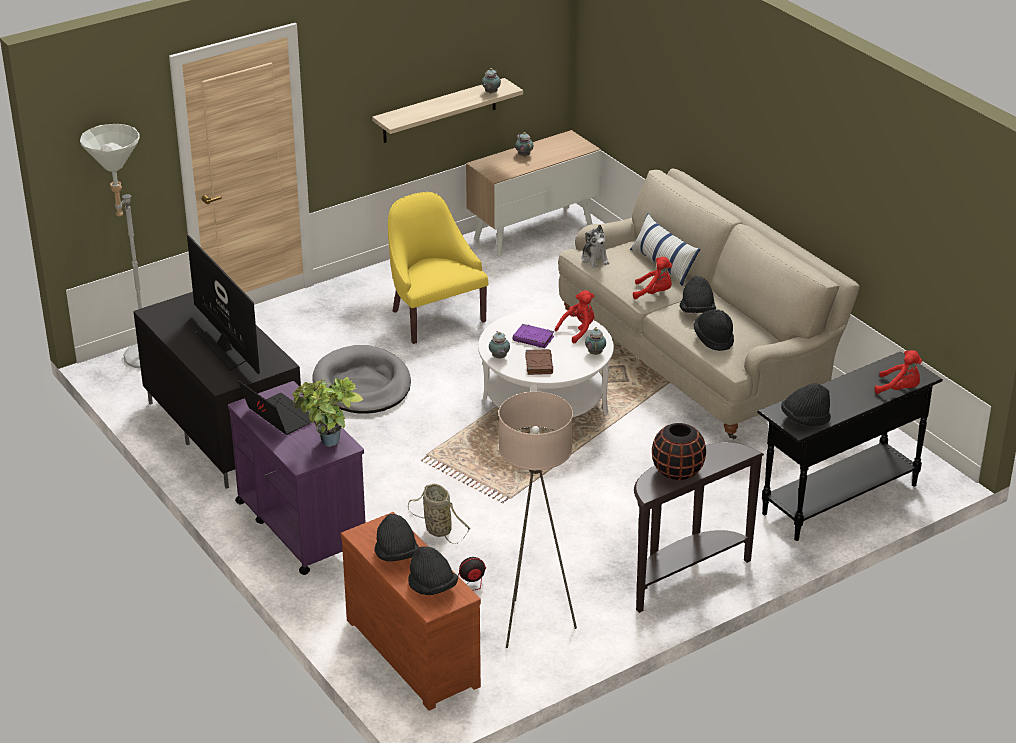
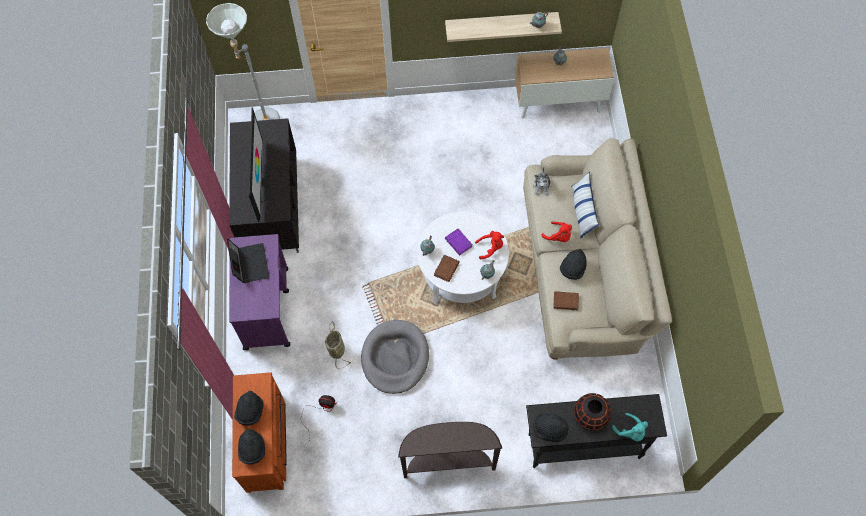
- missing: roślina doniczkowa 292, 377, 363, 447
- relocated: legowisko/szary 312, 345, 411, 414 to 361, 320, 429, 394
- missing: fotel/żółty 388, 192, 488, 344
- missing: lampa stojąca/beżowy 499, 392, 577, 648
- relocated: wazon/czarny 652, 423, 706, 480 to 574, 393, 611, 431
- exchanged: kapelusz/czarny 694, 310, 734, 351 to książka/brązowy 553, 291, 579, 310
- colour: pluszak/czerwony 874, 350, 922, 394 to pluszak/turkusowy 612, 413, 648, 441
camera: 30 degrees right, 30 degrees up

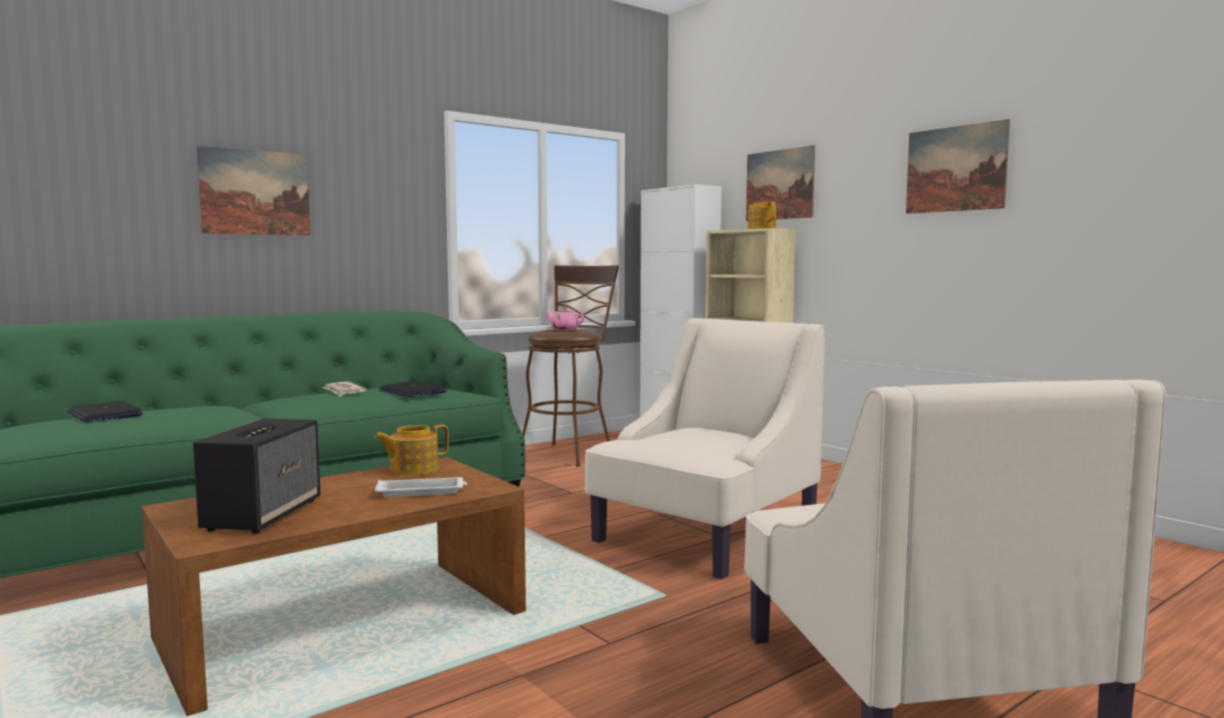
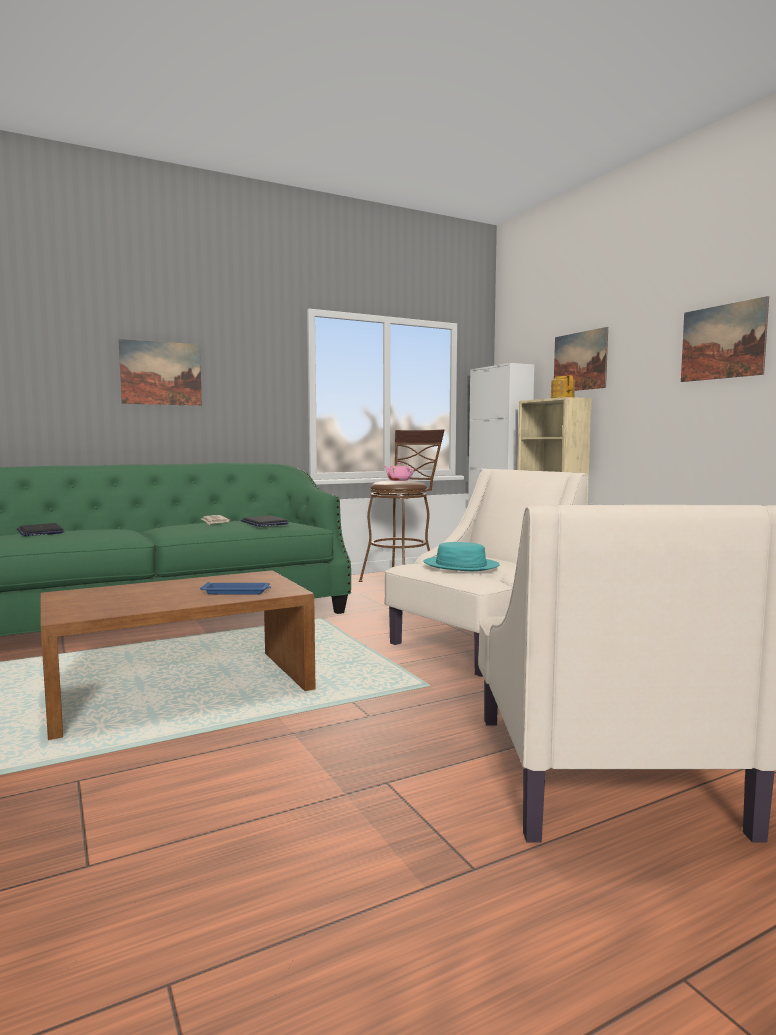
- missing: głośnik 193, 418, 320, 534
- missing: imbryk 374, 424, 449, 476
- colour: taca/biały 375, 477, 467, 497 to taca/niebieski 200, 582, 271, 594
- appeared: kapelusz/turkusowy 424, 542, 500, 571
camera: 10 degrees right, 0 degrees up

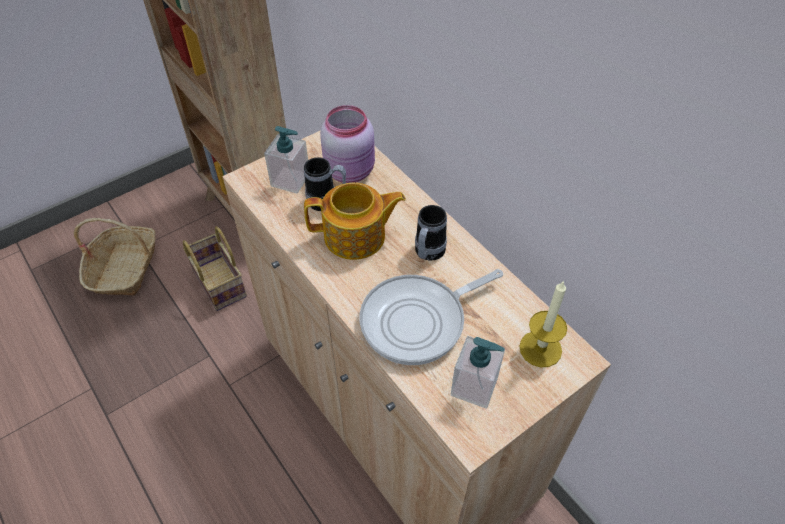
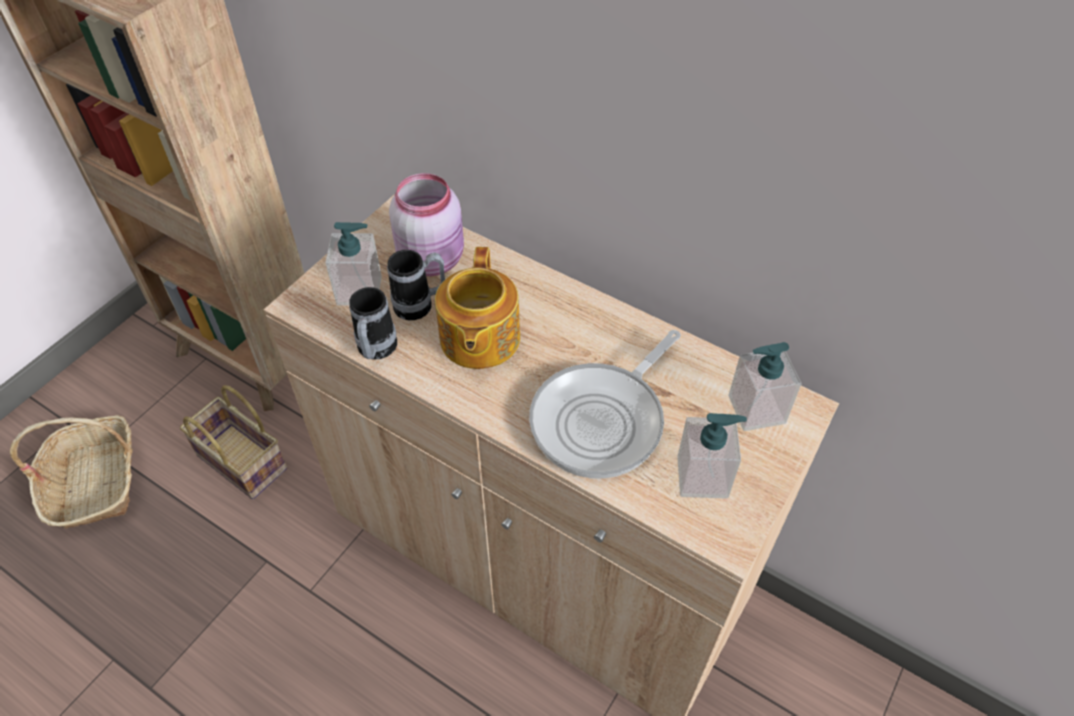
- spun: imbryk 304, 183, 406, 260 = 435, 247, 520, 369 120 degrees clockwise
- relocated: kubek 415, 205, 447, 261 to 349, 287, 397, 360
- exchanged: świeca 519, 280, 567, 367 to dozownik mydła 728, 342, 801, 431
camera: 20 degrees left, 0 degrees up

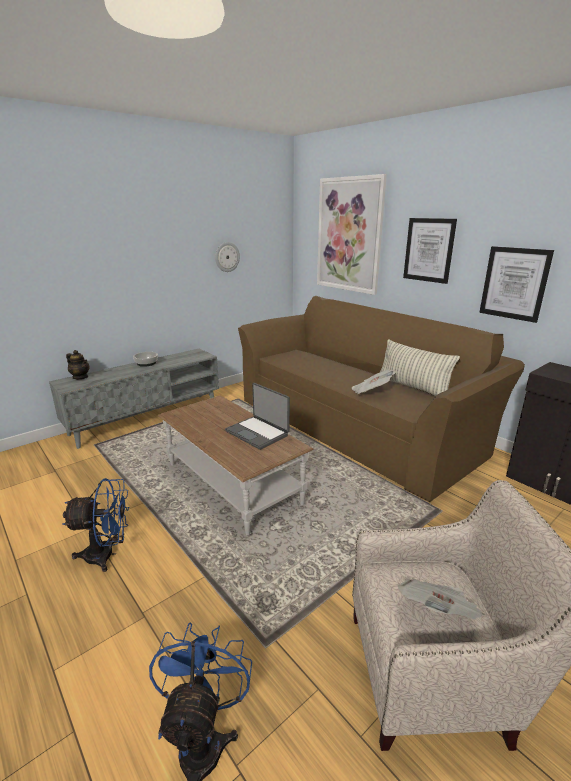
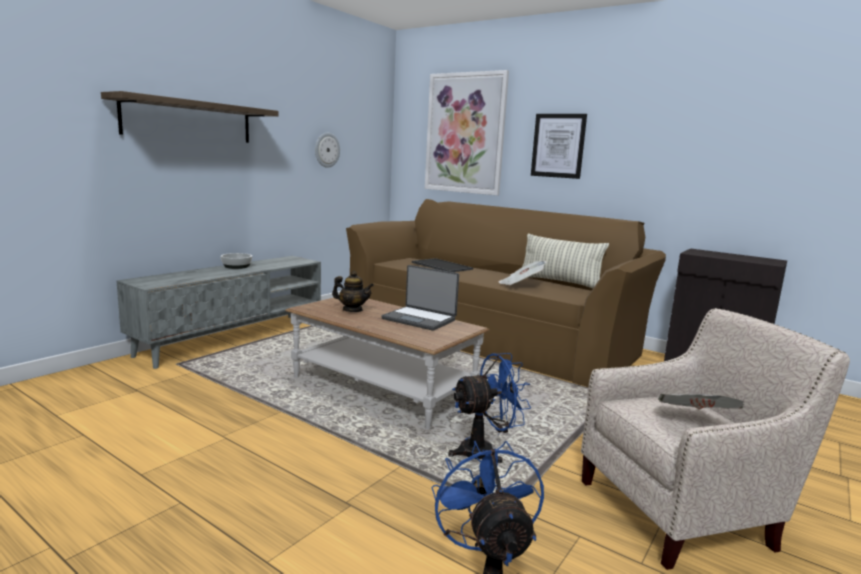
- relocated: wentylator/niebieski 62, 478, 130, 572 to 448, 353, 531, 463
- relocated: imbryk 66, 350, 90, 379 to 332, 271, 374, 312
- missing: obraz 479, 246, 554, 323
- appeared: półka 101, 91, 278, 143
- appeared: taca 412, 258, 473, 272
camera: 15 degrees left, 10 degrees down

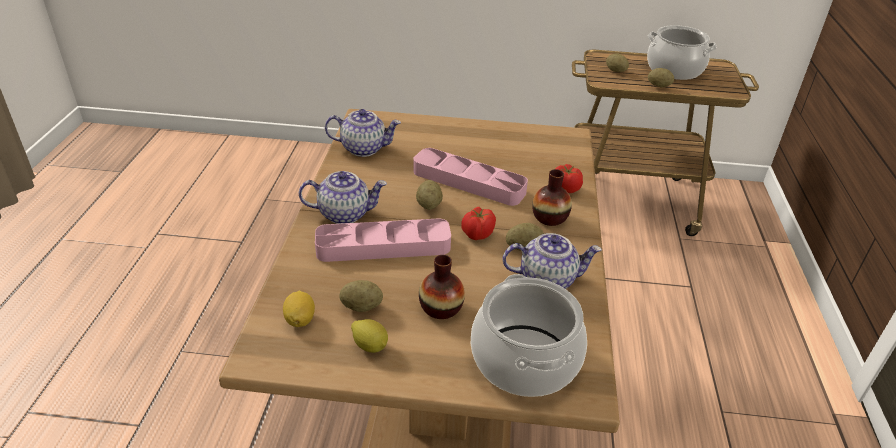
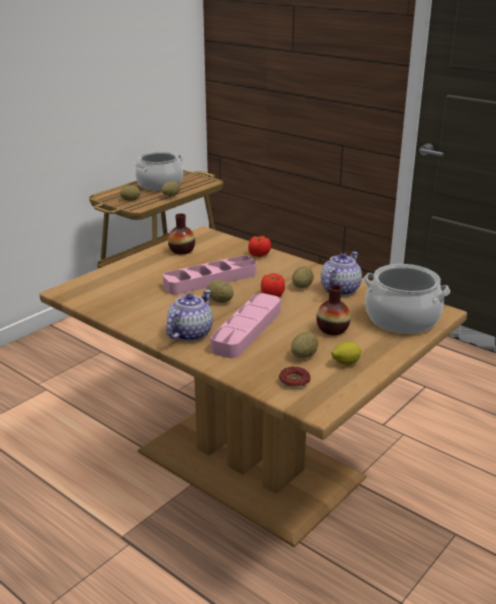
- exchanged: cytryna 283, 291, 315, 327 to donut 279, 367, 311, 389
- missing: imbryk 325, 109, 401, 157
- relocated: wazon 532, 169, 572, 226 to 168, 213, 195, 255
camera: 55 degrees left, 10 degrees down

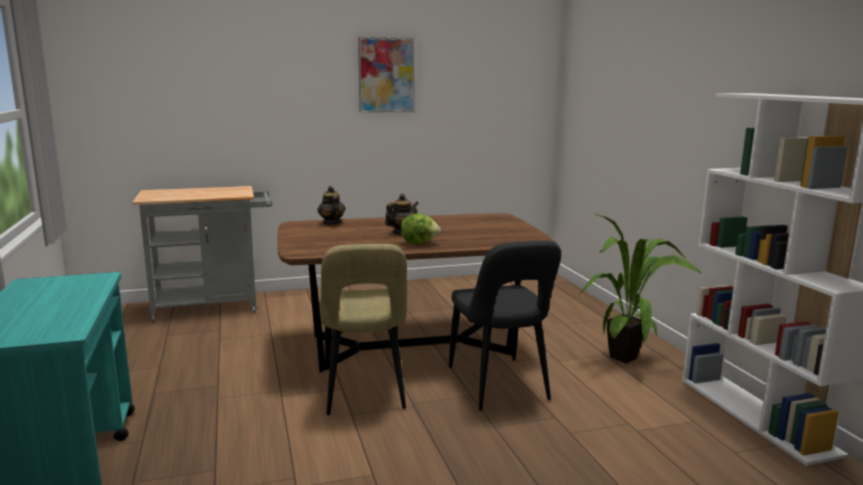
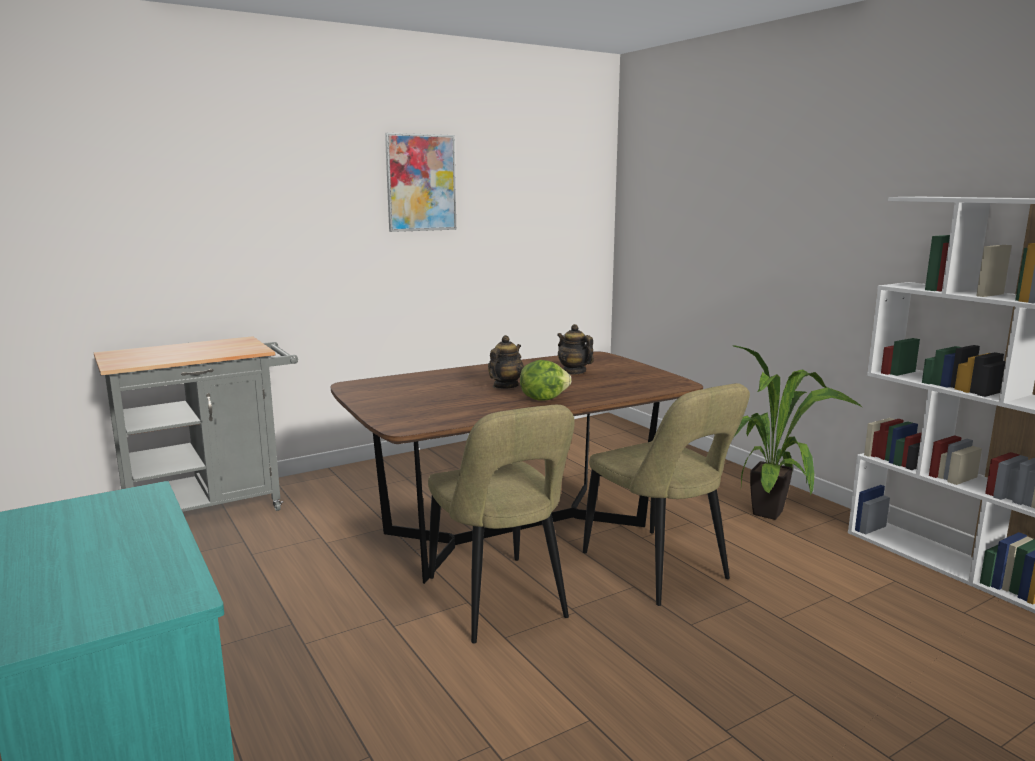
- relocated: imbryk 317, 186, 345, 225 to 557, 324, 594, 375
- colour: krzesło/czarny 449, 240, 561, 411 to krzesło/beżowy 583, 383, 750, 606
camera: 15 degrees left, 0 degrees up

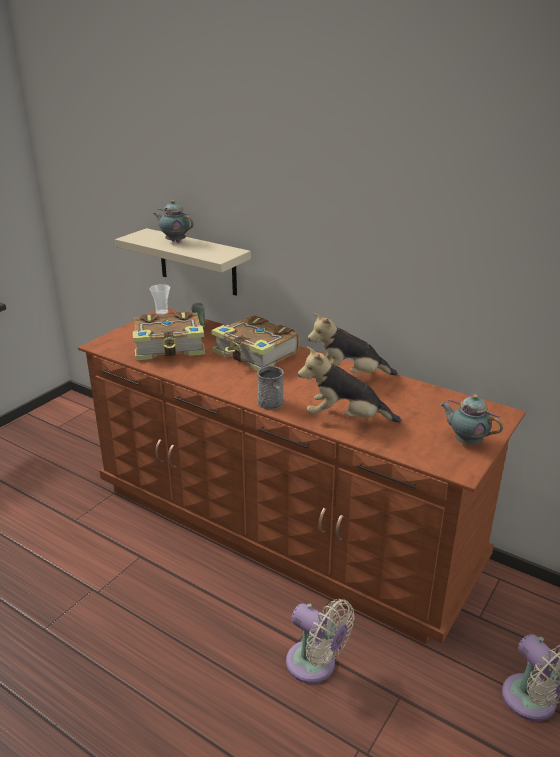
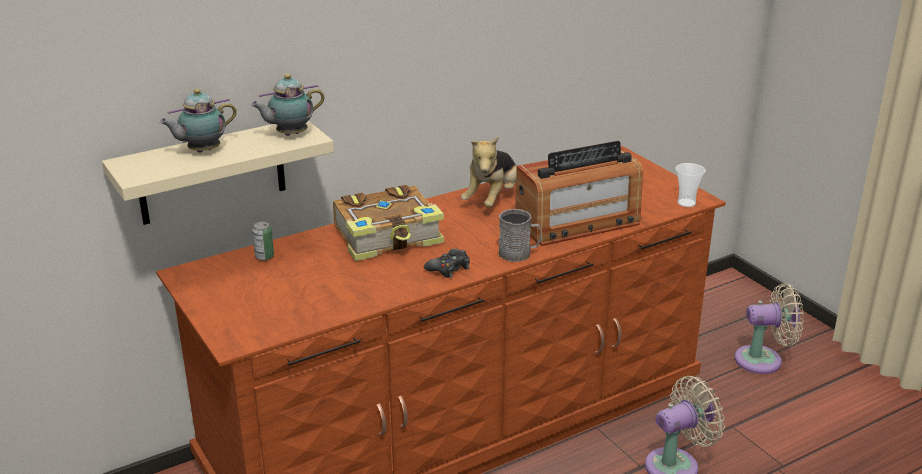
- missing: książka 133, 311, 205, 361
- relocated: filiżanka 150, 284, 170, 315 to 676, 163, 706, 207
- exchanged: pluszak 298, 346, 401, 423 to radio 516, 141, 643, 246
- relocated: imbryk 440, 394, 503, 445 to 251, 74, 324, 136
- appeared: pad do gier/czarny 424, 249, 470, 278
camera: 65 degrees left, 0 degrees up

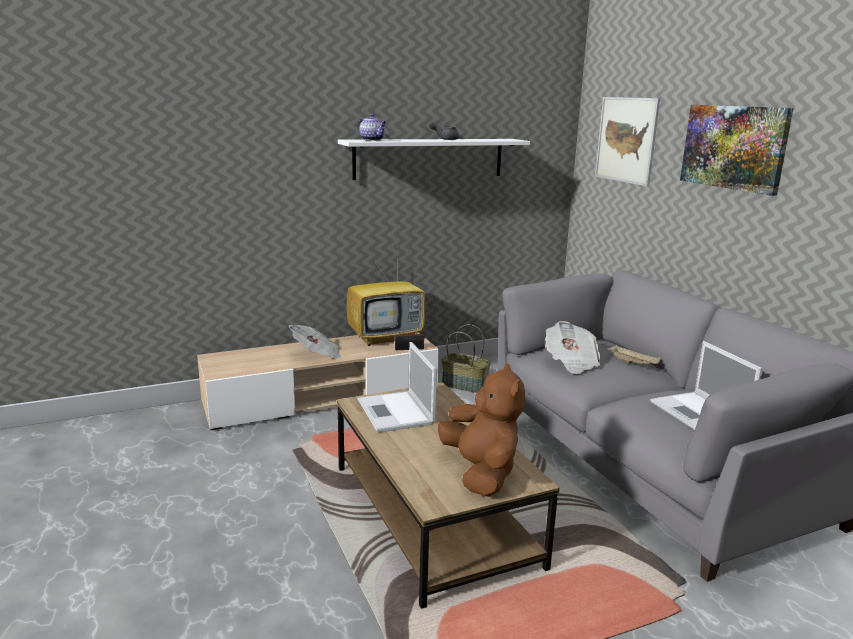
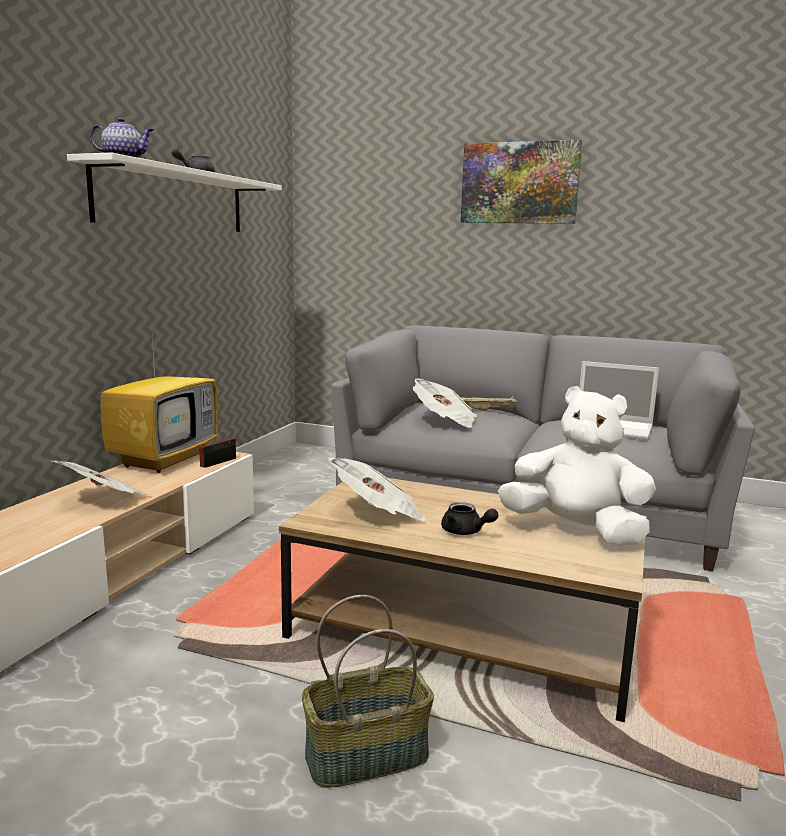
- exchanged: laptop 357, 342, 437, 433 to gazeta 328, 457, 427, 521
- colour: pluszak/brązowy 438, 363, 525, 497 to pluszak/biały 498, 386, 656, 546
- relocated: koszyk 441, 324, 491, 393 to 302, 595, 434, 788
- missing: obraz 595, 97, 660, 186
- appeared: imbryk/czarny 441, 502, 498, 535
camera: 45 degrees left, 5 degrees down

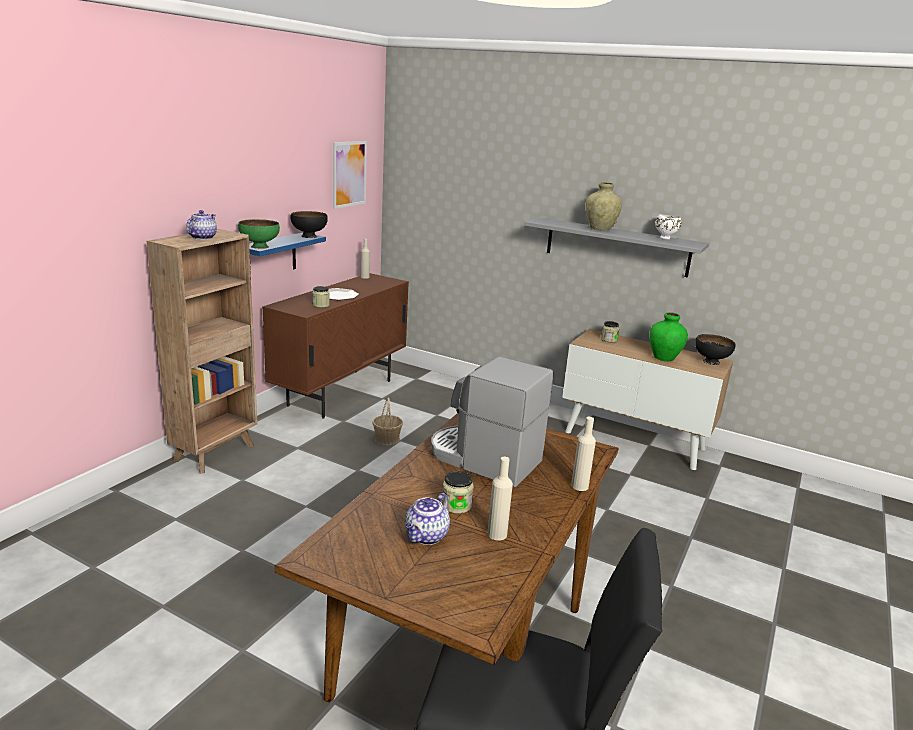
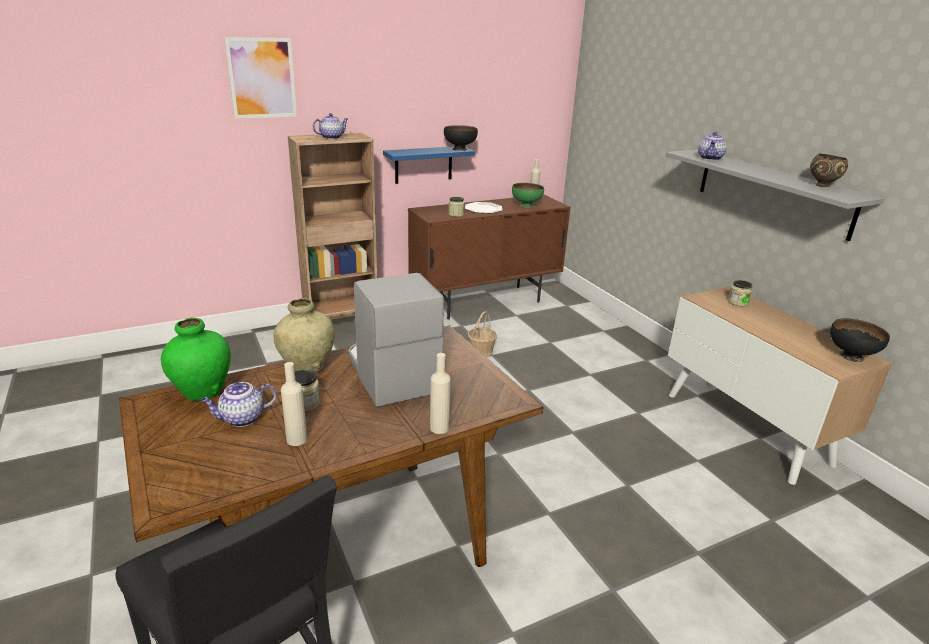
- relocated: miska/zielony 238, 219, 280, 249 to 512, 183, 544, 208
- relocated: obraz 333, 141, 367, 209 to 224, 37, 297, 119
- relocated: wazon/beżowy 585, 182, 622, 231 to 273, 298, 335, 374
- relocated: wazon/zielony 649, 312, 688, 361 to 161, 318, 231, 401
- colour: miska/biały 655, 214, 681, 239 to miska/brązowy 810, 154, 848, 187
- appeared: imbryk 698, 132, 727, 160
camera: 35 degrees right, 5 degrees up

